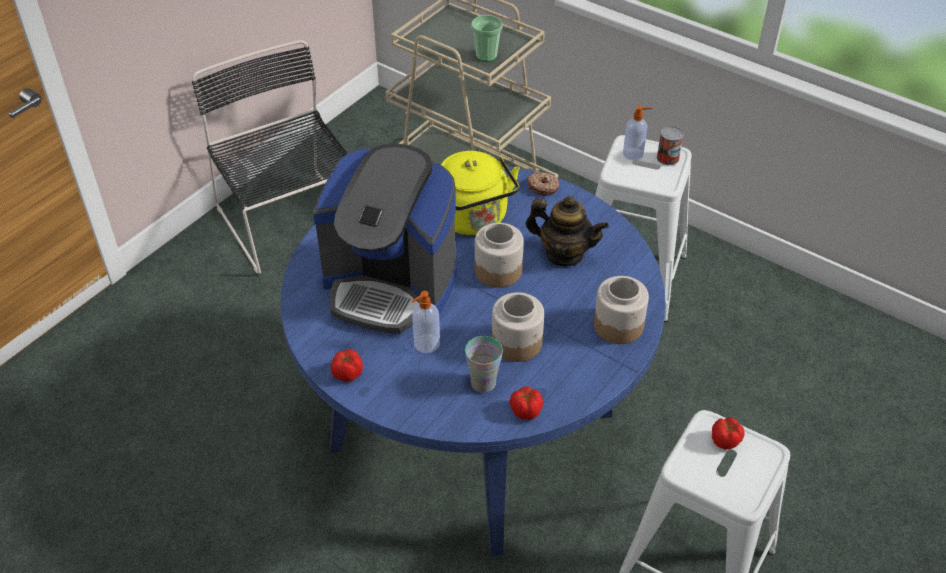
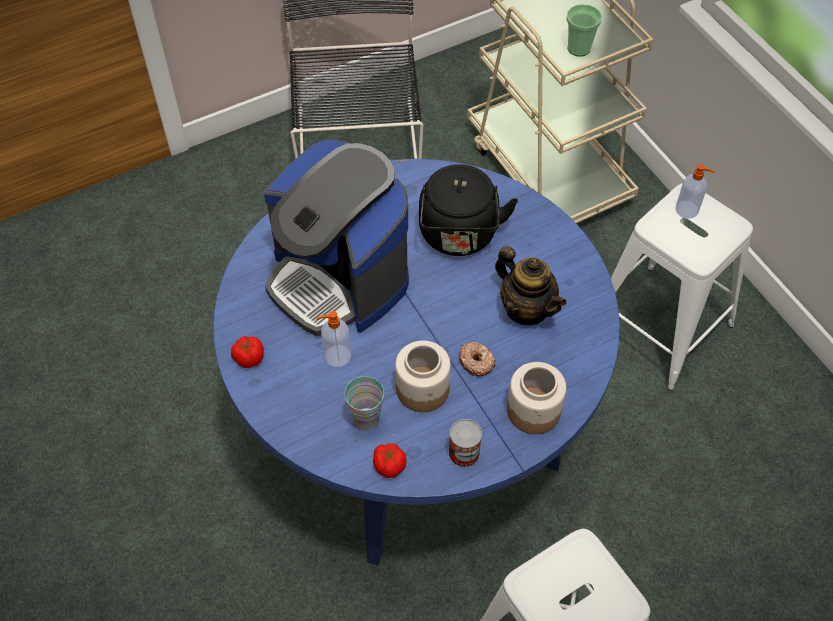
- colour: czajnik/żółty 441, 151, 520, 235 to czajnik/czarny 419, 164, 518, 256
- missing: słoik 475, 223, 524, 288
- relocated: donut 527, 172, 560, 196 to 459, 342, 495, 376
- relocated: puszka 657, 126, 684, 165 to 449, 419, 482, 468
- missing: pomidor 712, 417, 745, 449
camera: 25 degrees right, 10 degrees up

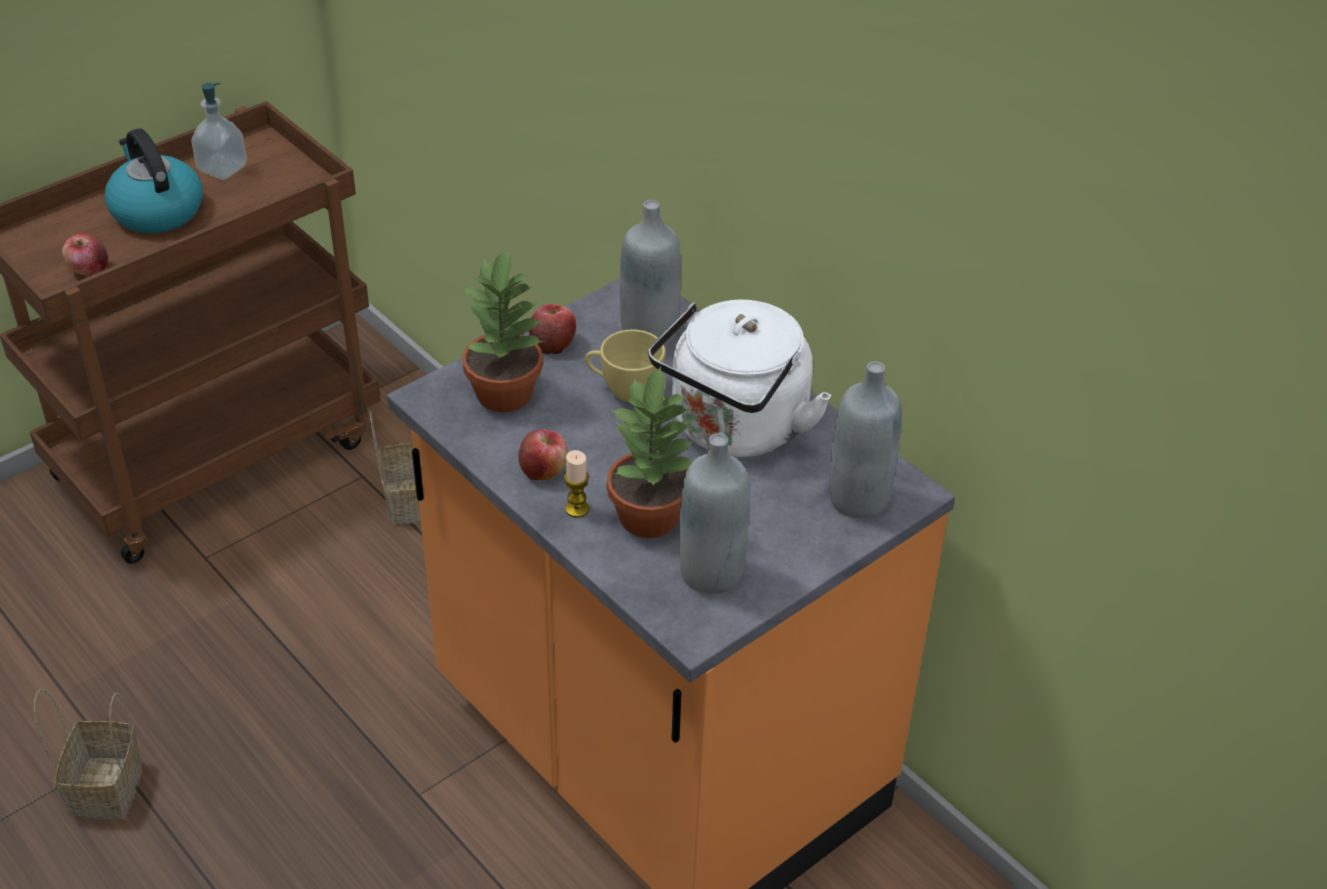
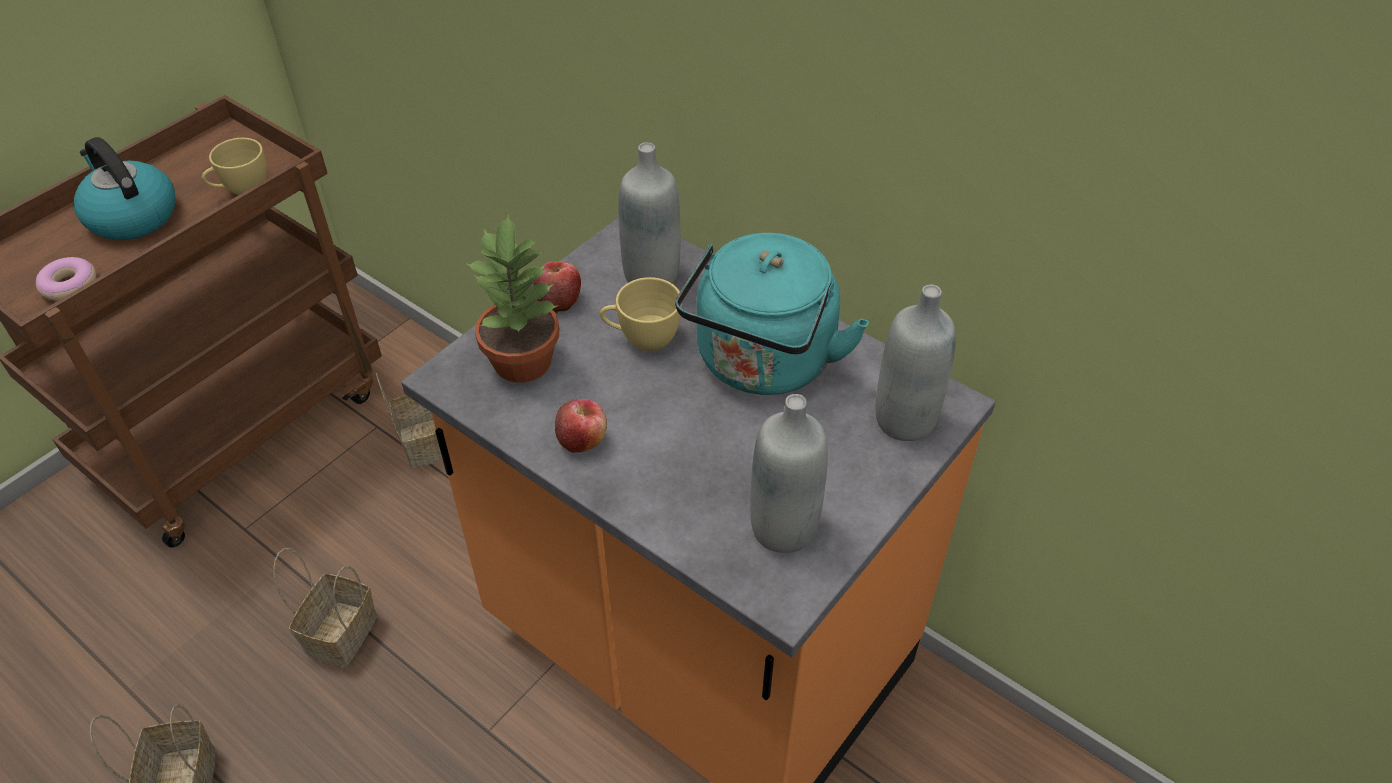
- exchanged: jabłko 62, 233, 108, 278 to donut 36, 257, 96, 301
- missing: dozownik mydła 191, 83, 247, 180
- missing: świeca 564, 450, 589, 518
- missing: roślina doniczkowa 607, 366, 695, 538
- colour: czajnik/biały 648, 299, 831, 457 to czajnik/turkusowy 675, 233, 869, 395
- appeared: filiżanka/żółty 202, 138, 267, 195
- appeared: koszyk 273, 548, 377, 666
camera: 10 degrees left, 5 degrees up

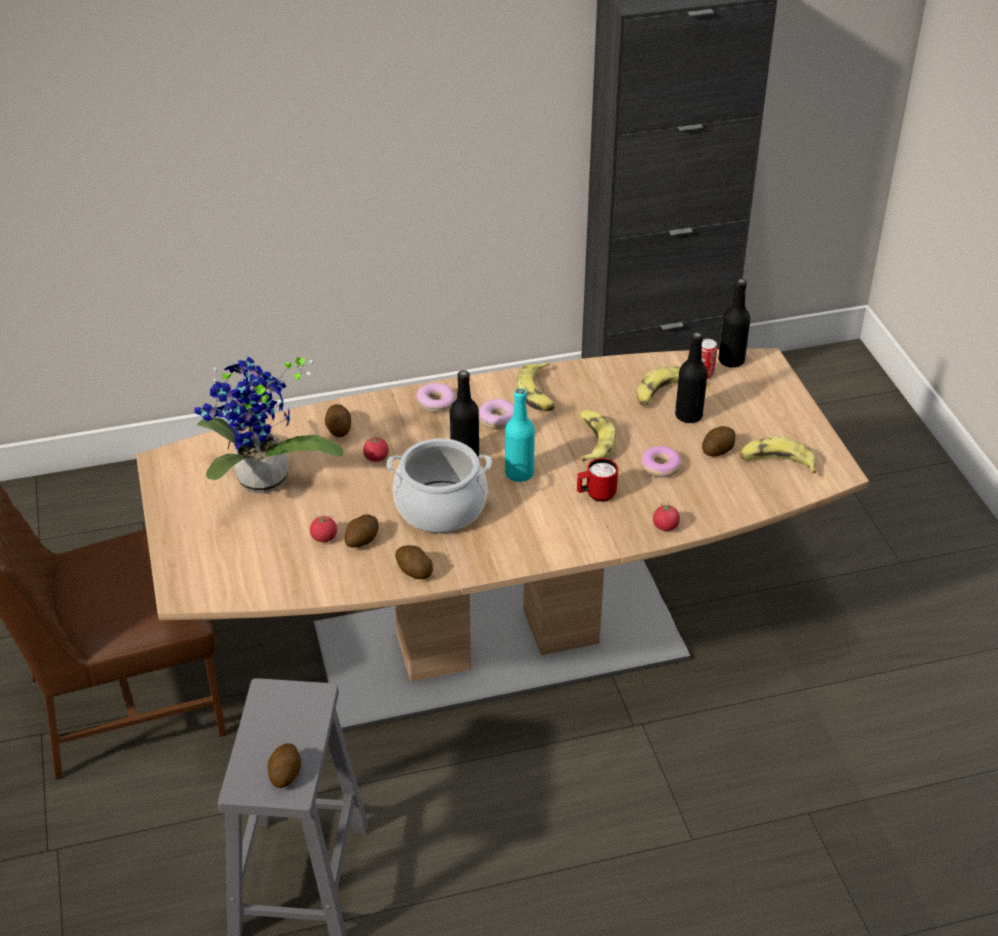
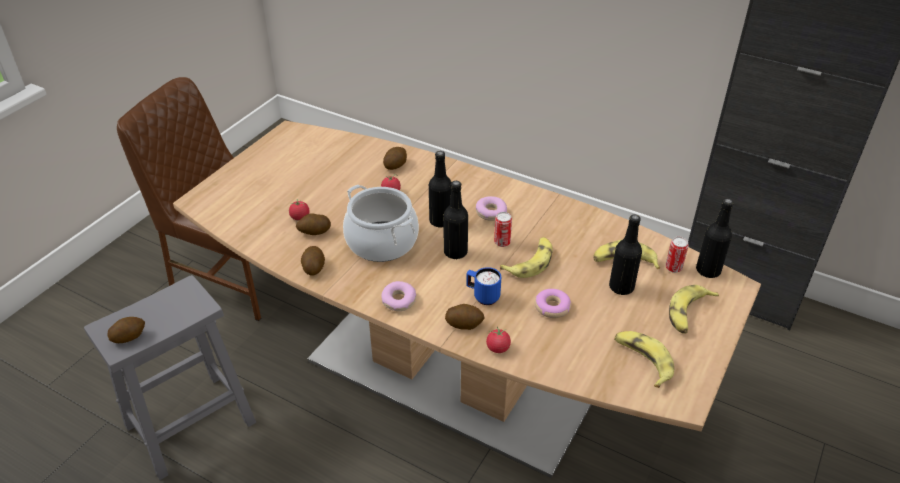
- missing: roślina doniczkowa 194, 356, 344, 493
- relocated: donut 417, 383, 455, 412 to 381, 281, 416, 311
- colour: butelka/turkusowy 505, 388, 535, 482 to butelka/czarny 443, 181, 468, 259
- relocated: banan 517, 362, 555, 411 to 669, 285, 719, 334
- colour: kubek/czerwony 577, 458, 618, 502 to kubek/niebieski 466, 267, 501, 305
- relocated: ziemniak 702, 426, 736, 457 to 445, 304, 485, 330
- appeared: puszka 494, 212, 512, 247
camera: 45 degrees right, 0 degrees up

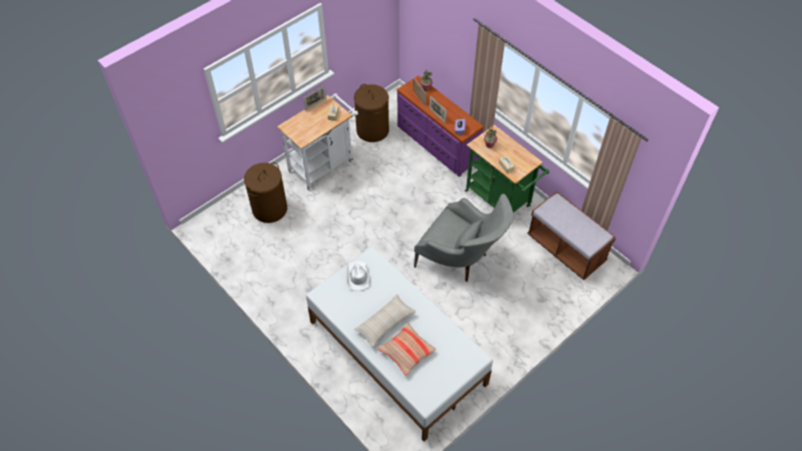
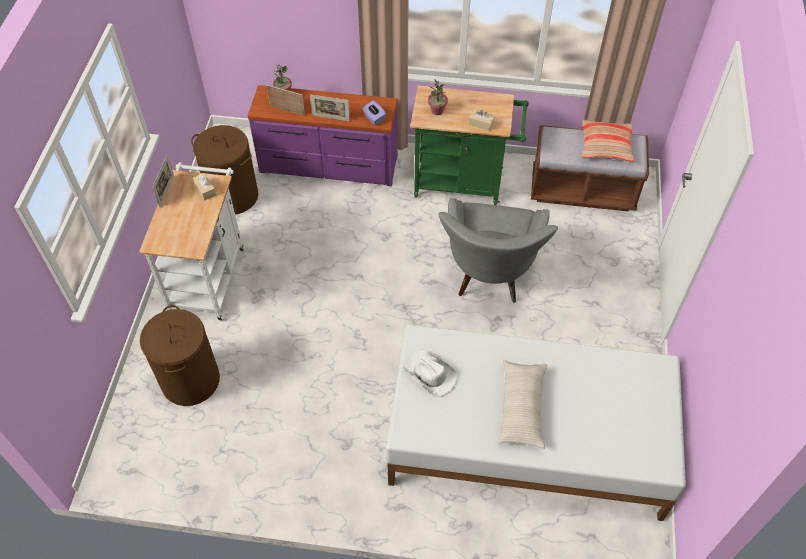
- relocated: poduszka 378, 323, 436, 376 to 582, 120, 634, 162
- spun: fotel/szary 414, 194, 513, 282 = 439, 198, 558, 303 105 degrees clockwise
camera: 40 degrees left, 0 degrees up

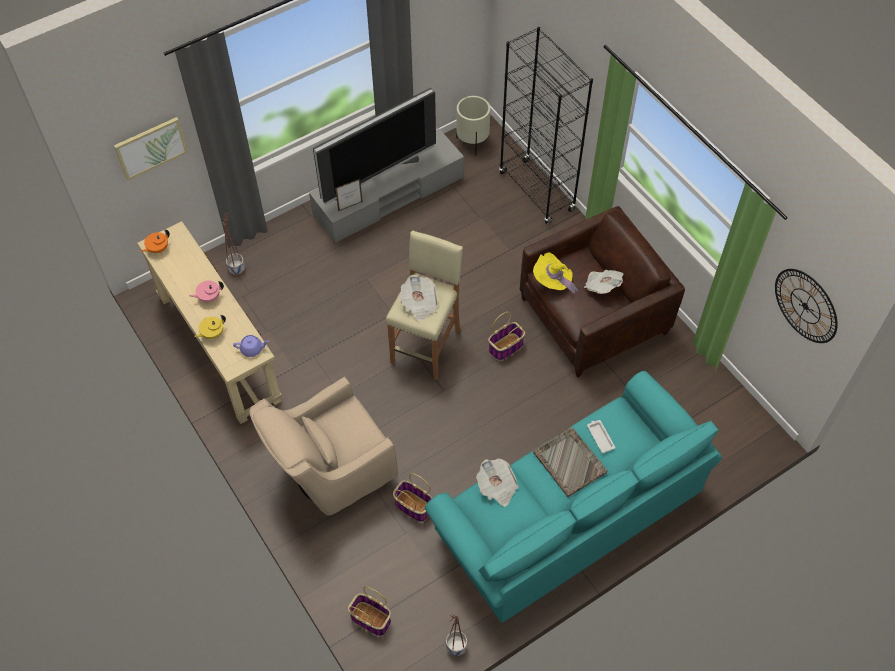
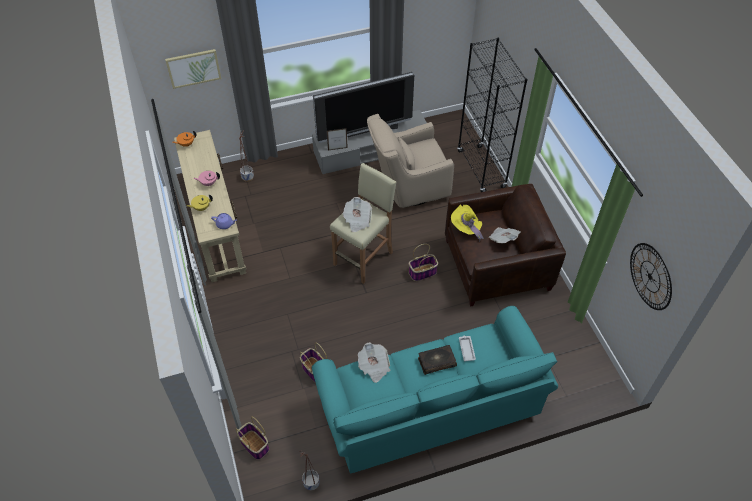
- relocated: fotel/beżowy 249, 377, 398, 516 to 367, 114, 454, 208
- missing: donica/beżowy 457, 96, 490, 156
- exchanged: taca/szary 533, 427, 608, 497 to książka 418, 345, 457, 375
camera: 15 degrees right, 5 degrees down

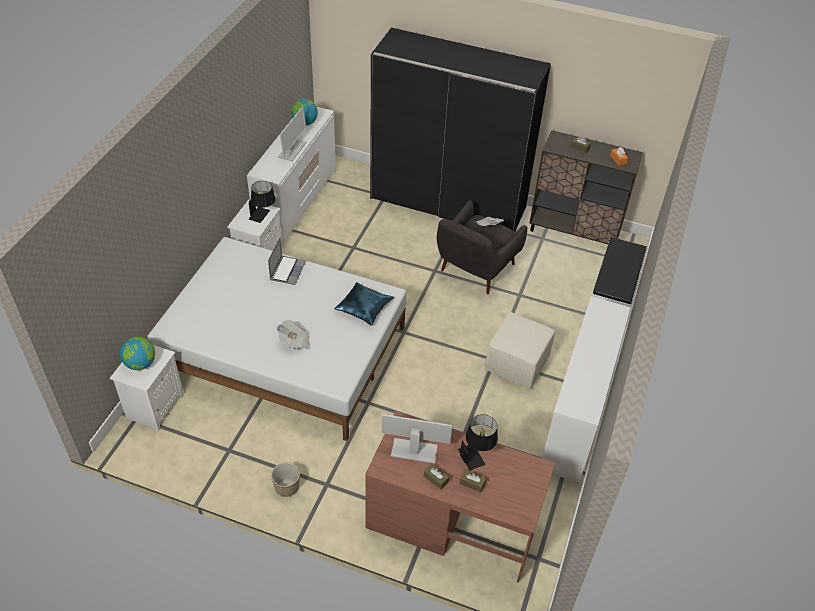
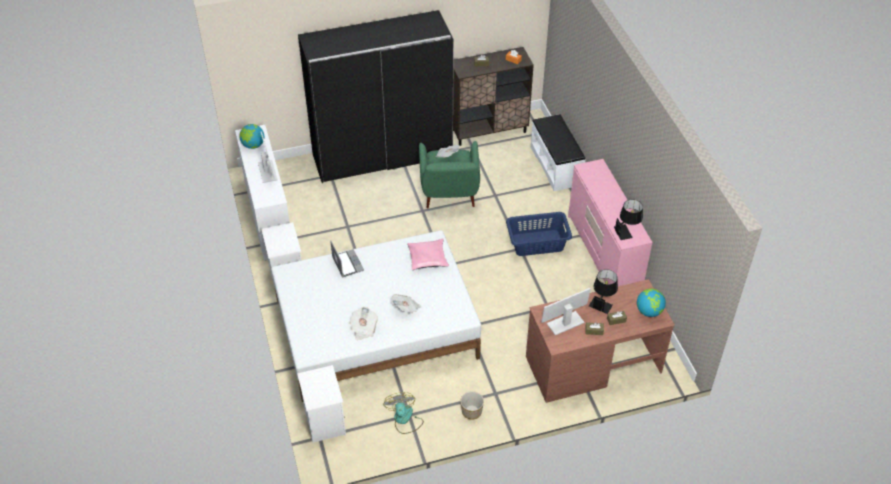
- relocated: globus 120, 336, 155, 370 to 637, 289, 666, 317
- relocated: lampa stołowa/czarny 249, 181, 276, 223 to 614, 199, 643, 240
- colour: poduszka/niebieski 334, 282, 394, 326 to poduszka/różowy 407, 239, 449, 270
- colour: fotel/szary 437, 200, 527, 294 to fotel/zielony 419, 141, 480, 209
- exchanged: pufa/beżowy 485, 312, 555, 389 to kosz na pranie/niebieski 506, 212, 572, 256
- colour: komoda/biały 542, 296, 631, 482 to komoda/różowy 568, 159, 653, 286
- appeared: gazeta 350, 307, 378, 340
- appeared: wentylator 384, 392, 424, 434
camera: 35 degrees left, 0 degrees up

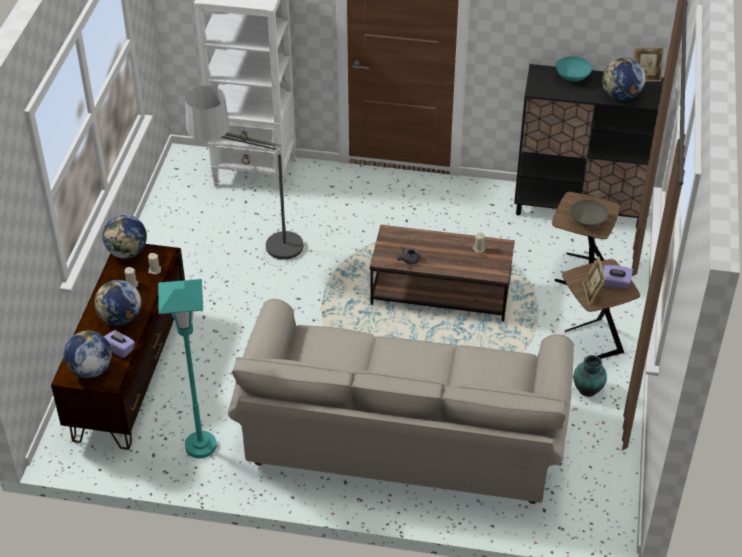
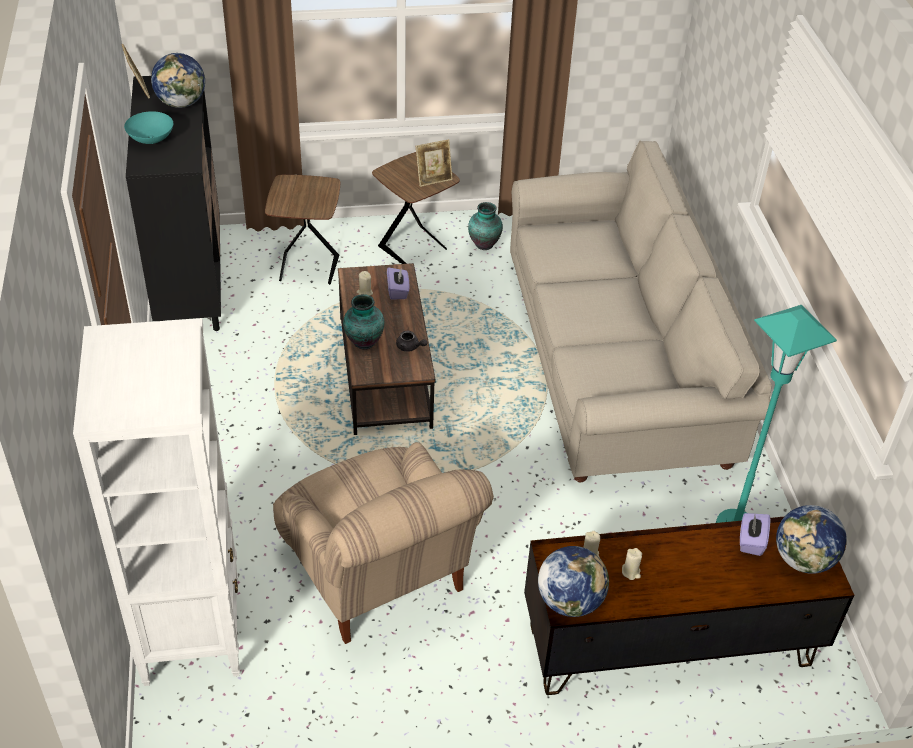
- missing: globus 94, 280, 141, 326
- exchanged: lampa stojąca 185, 86, 307, 266 to fotel/beżowy 273, 442, 494, 644
- missing: miska/szary 571, 200, 608, 227
- relocated: pudełko chusteczek/fioletowy 604, 265, 632, 289 to 387, 267, 409, 300
- appeared: wazon 343, 294, 385, 350
camera: 110 degrees left, 0 degrees up

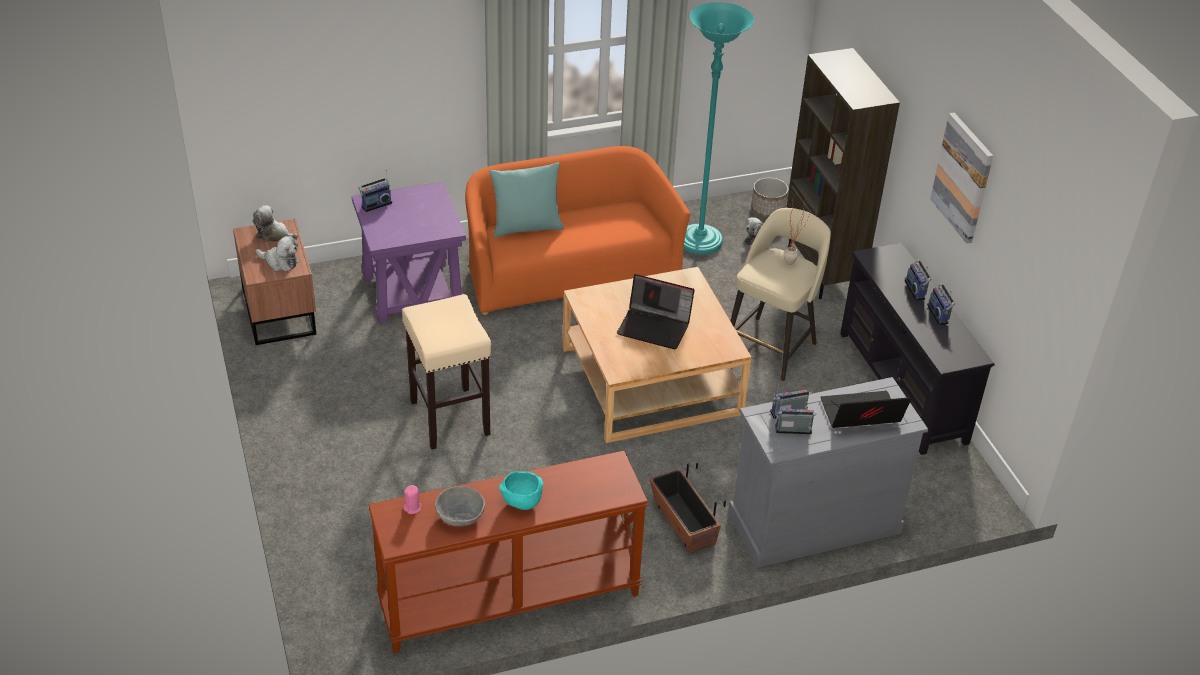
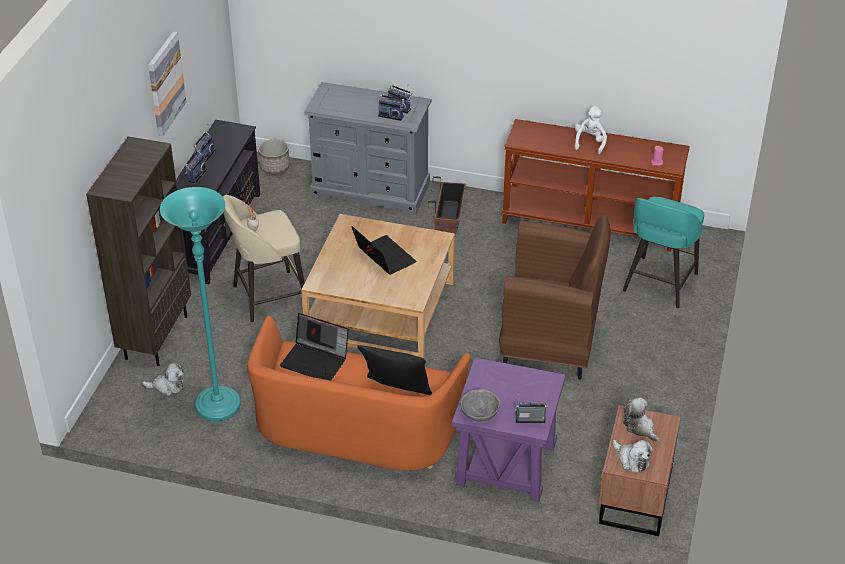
- exchanged: stołek/beżowy 402, 294, 491, 450 to fotel/brązowy 499, 215, 611, 380
- relocated: miska/szary 435, 486, 485, 526 to 461, 389, 500, 422
- colour: poduszka/turkusowy 489, 162, 564, 237 to poduszka/czarny 357, 345, 432, 395
- exchanged: miska/turkusowy 499, 471, 544, 510 to pluszak/biały 574, 106, 607, 154
- relocated: donica 751, 178, 789, 218 to 258, 139, 290, 175
- relocated: laptop 820, 391, 912, 428 to 280, 313, 349, 381
- appeared: stołek/turkusowy 623, 197, 704, 308
camera: 145 degrees left, 0 degrees up

